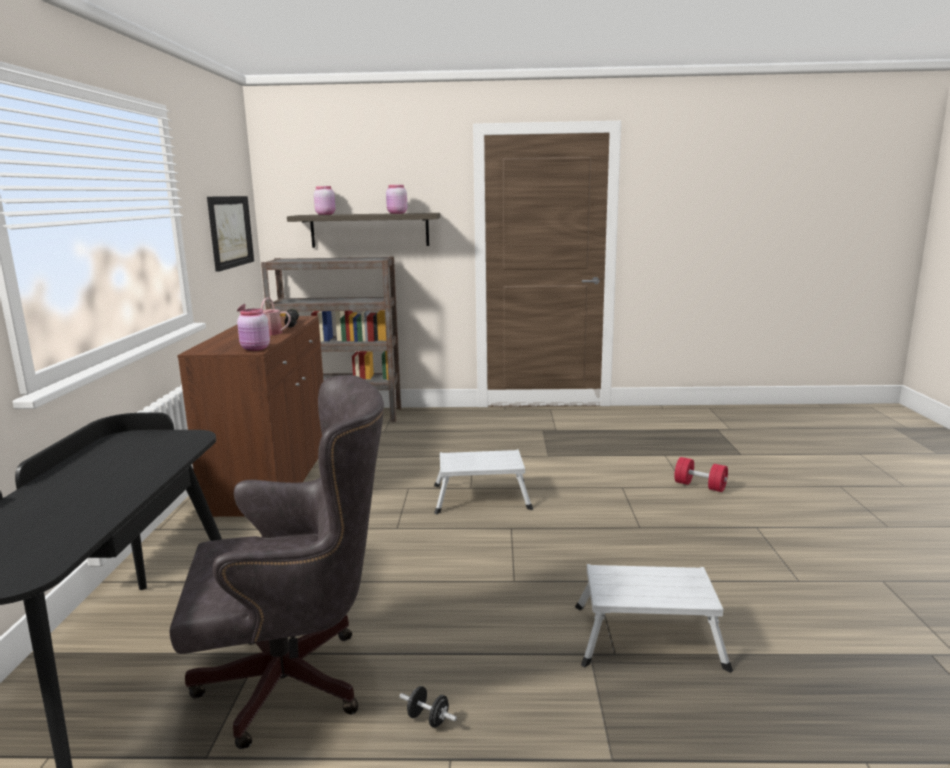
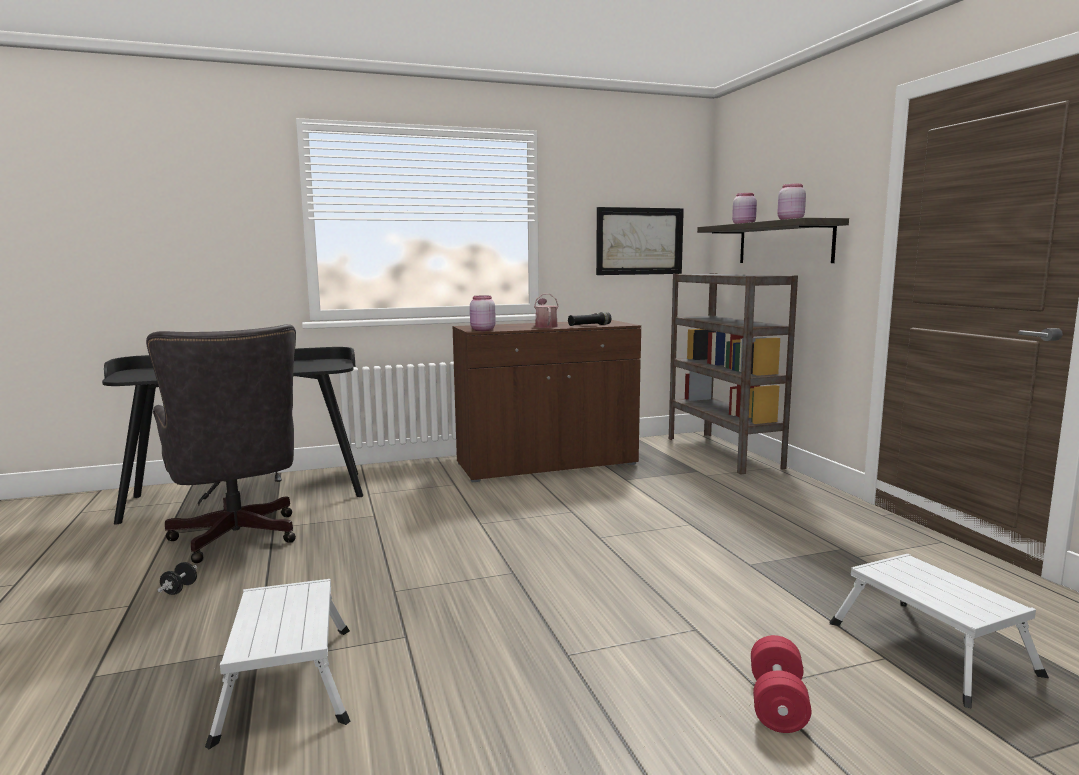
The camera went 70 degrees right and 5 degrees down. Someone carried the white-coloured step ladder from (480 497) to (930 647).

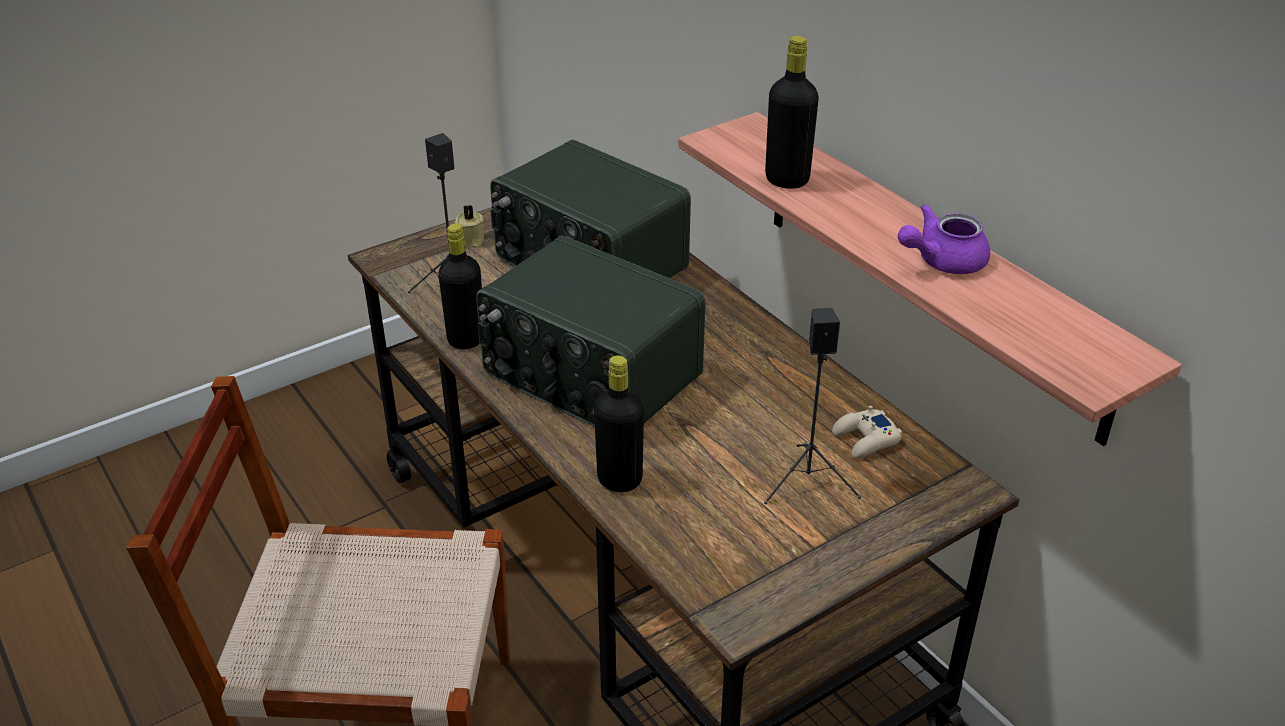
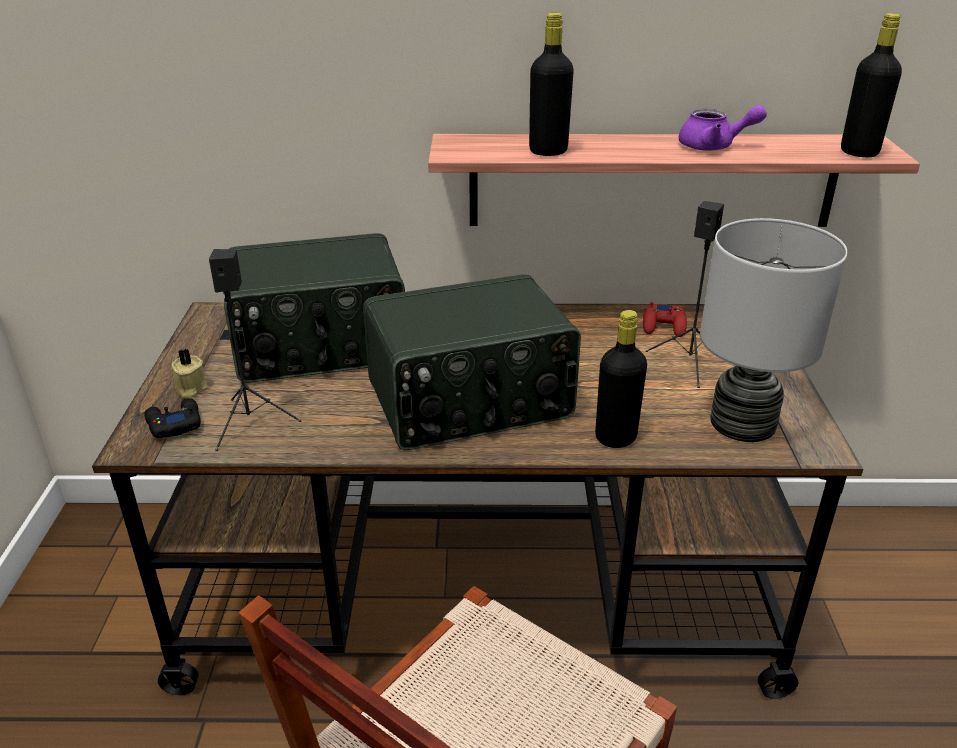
The camera went 55 degrees left and 5 degrees down. Someone carried the black beverage bottle from (466 339) to (859 152). Someone repainted the beige-coloured joypad at (865 440), which became the red joypad at (664 326). Someone rotated the purplish tea pot at (941 261) by 90 degrees counterclockwise. Someone put down the black joypad at (174 424). Someone put down the grey lamp for a table at (743 423).

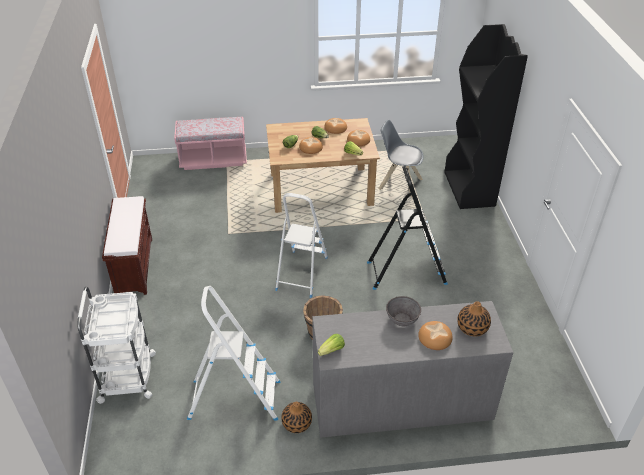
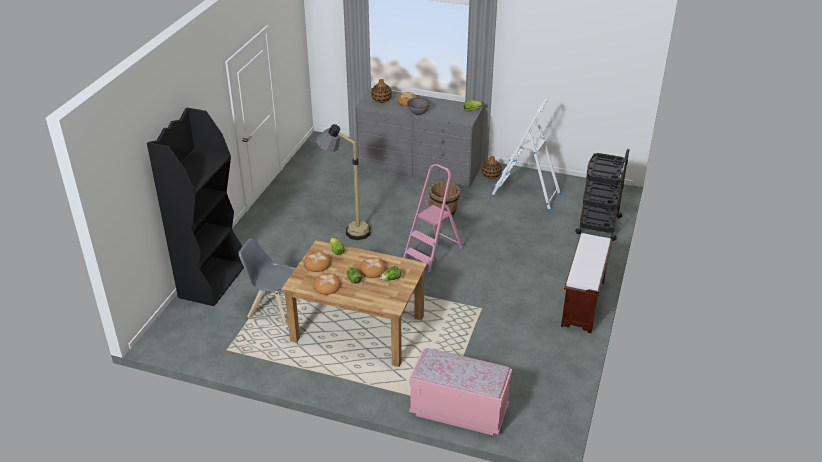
The camera went 155 degrees left and 5 degrees down. Someone repainted the white-coloured cart at (128 377), which became the black cart at (598 225). Someone repainted the white-coloured step ladder at (302 272), which became the pinkish step ladder at (432 255). Someone swapped the black step ladder at (407 273) for the standing lamp at (347 230). Someone rotated the grey chair at (399 184) by 150 degrees clockwise.

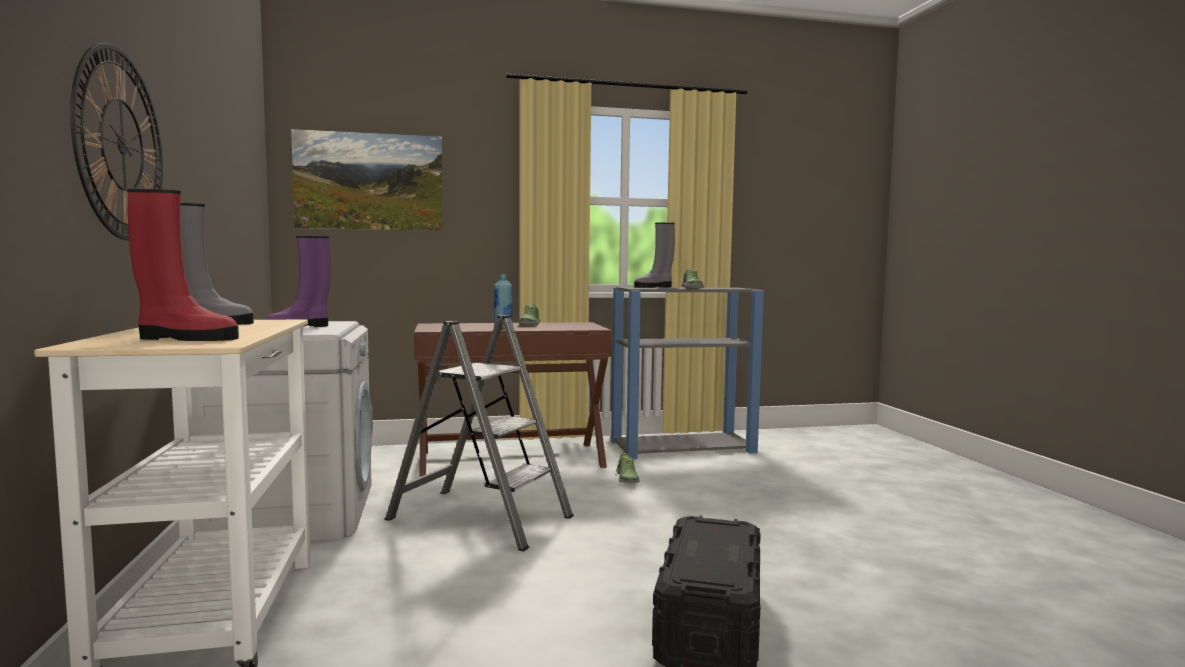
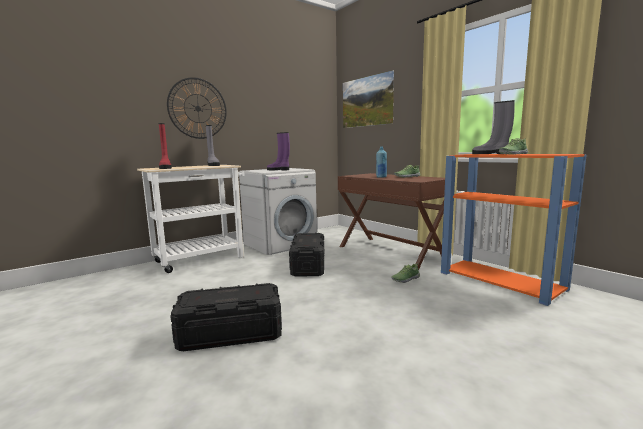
The camera went 65 degrees right and 5 degrees up. Someone swapped the grey step ladder at (478 517) for the black storage bin at (308 265). Someone repainted the grey shelving unit at (683 447), which became the orangey shelving unit at (501 281).

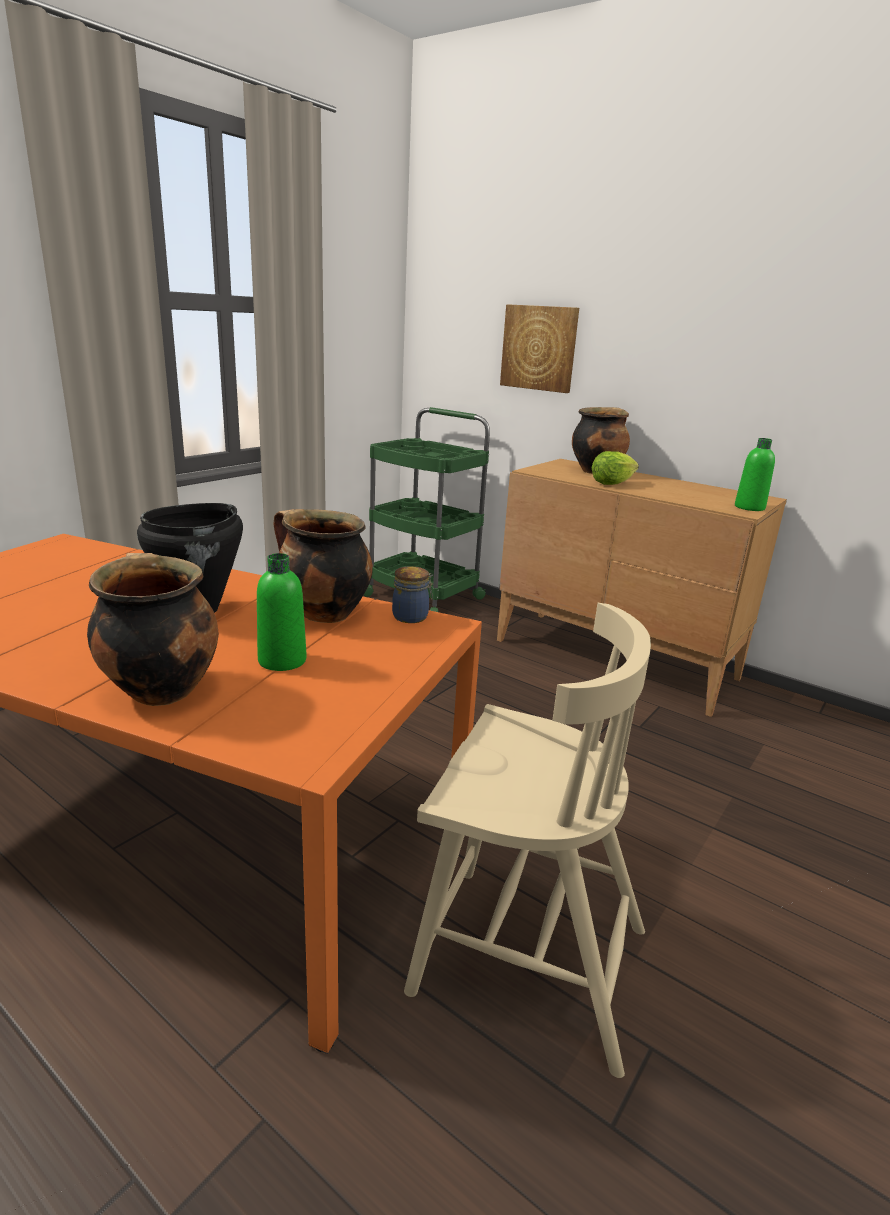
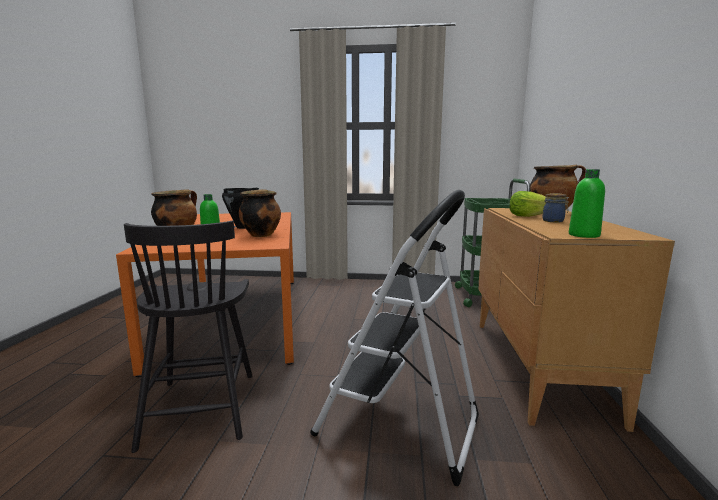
The camera went 60 degrees right and 10 degrees down. Someone carried the jar from (412 617) to (554 221). Someone repainted the beige-coloured chair at (524 957), which became the black chair at (201 405). Someone took away the wall art at (539 348). Someone put down the step ladder at (401 427).

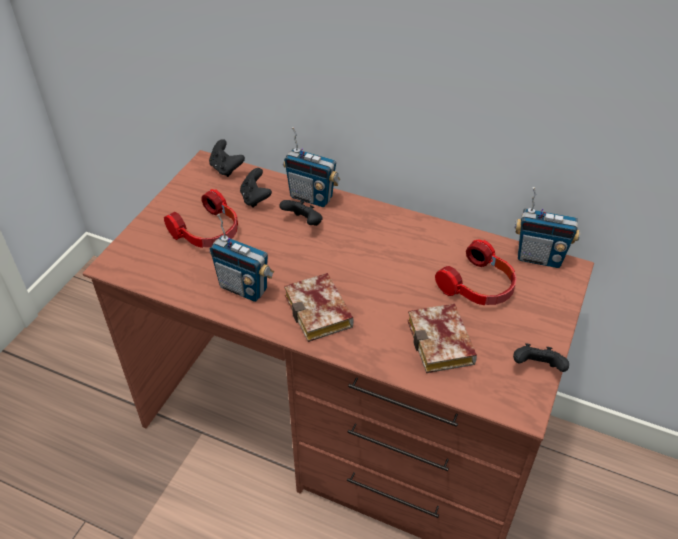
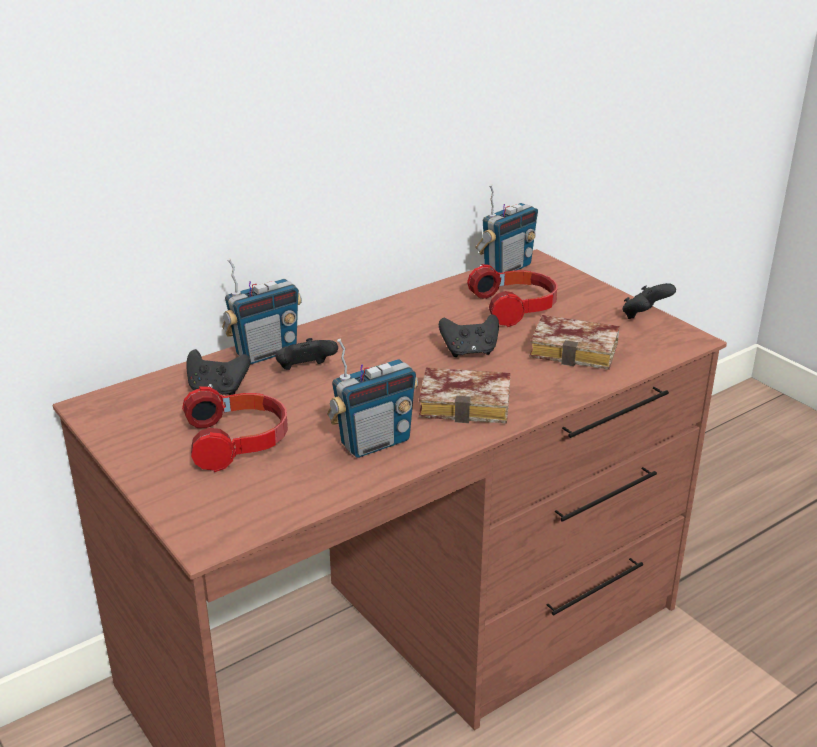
The camera went 60 degrees left and 15 degrees down. Someone carried the black joypad from (226 169) to (469 351).

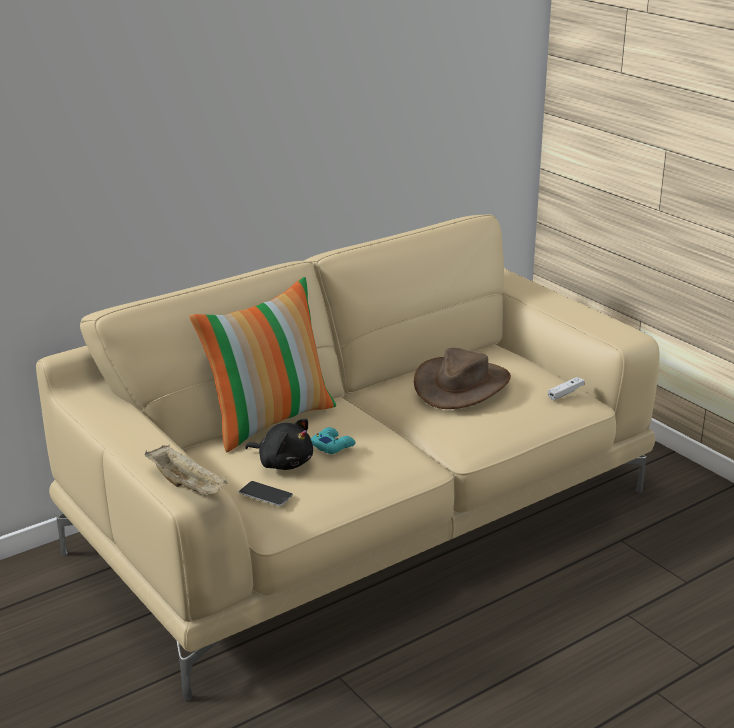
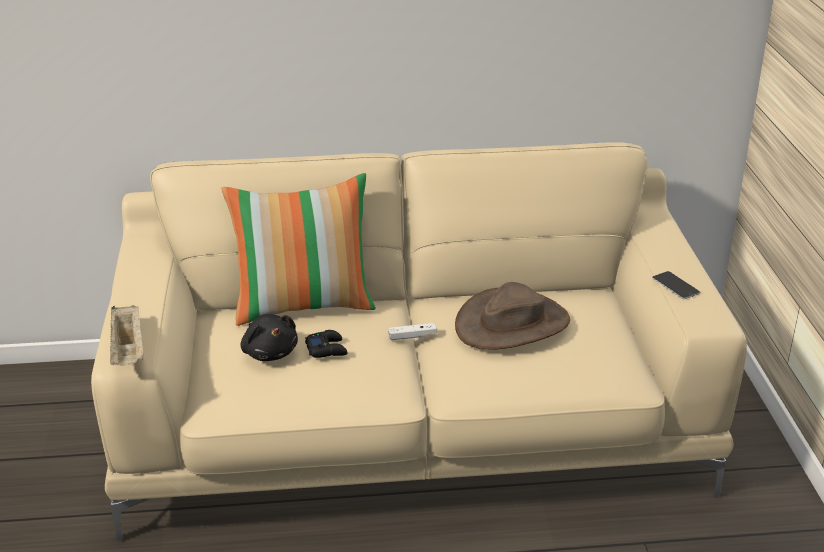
The camera went 30 degrees right and 5 degrees up. Someone carried the handset from (265 494) to (675 285). Someone repainted the blue-green joypad at (332 445), which became the black joypad at (326 349). Someone carried the white-coloured joypad from (565 393) to (412 336).

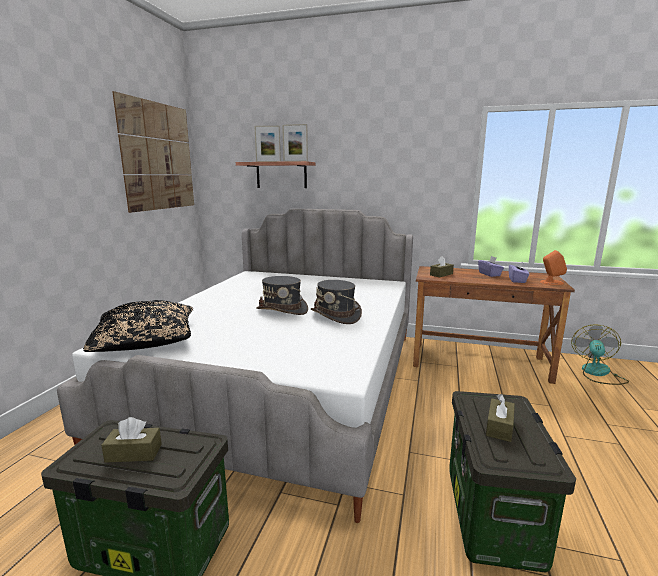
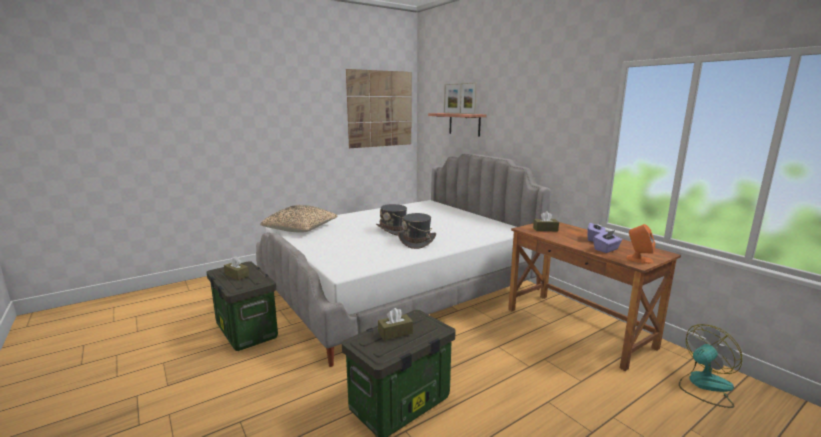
The camera went 40 degrees right and 0 degrees up. Someone repainted the black throw pillow at (146 339), which became the beige-coloured throw pillow at (300 228).

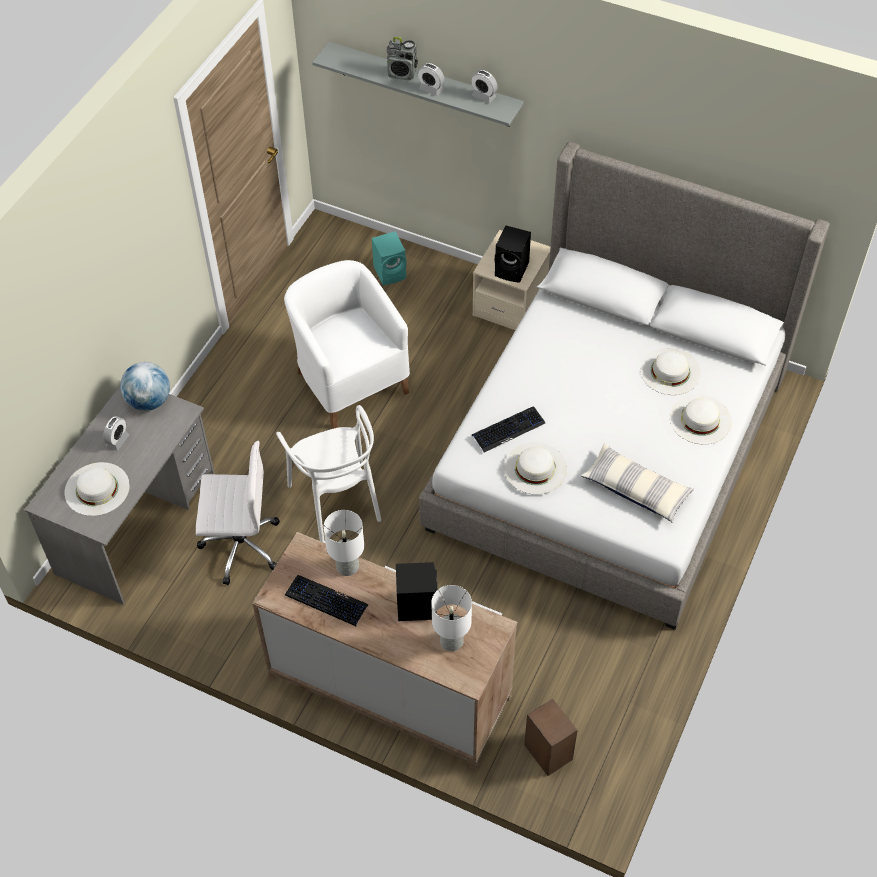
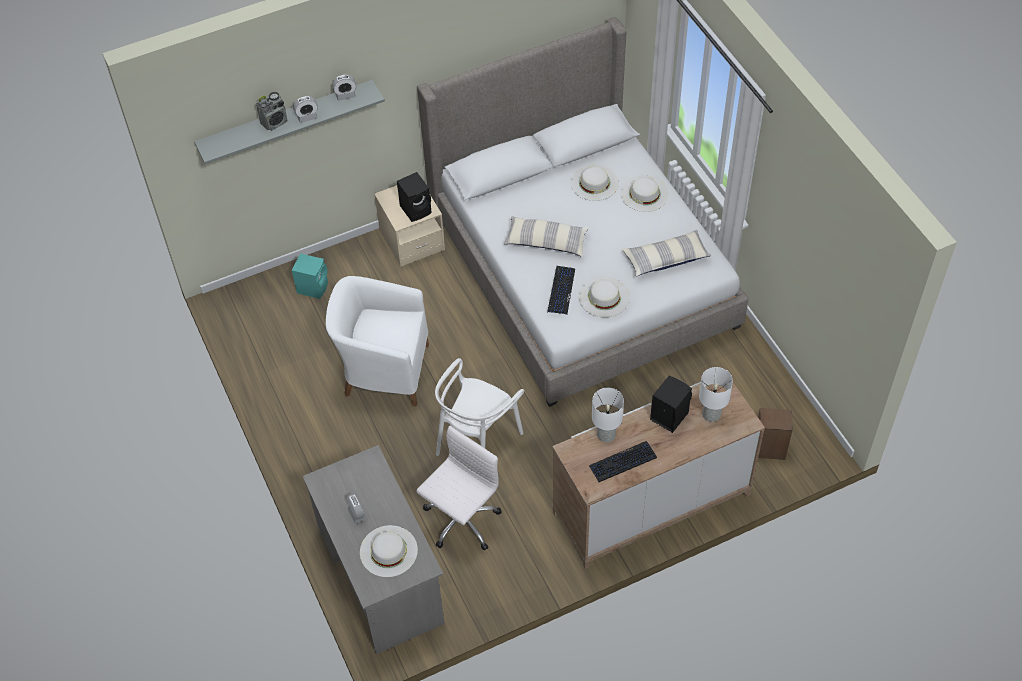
The camera went 50 degrees left and 0 degrees up. Someone took away the desk globe at (149 401). Someone rotated the white-coloured chair at (337 500) by 105 degrees clockwise. Someone put down the throw pillow at (546 242).

